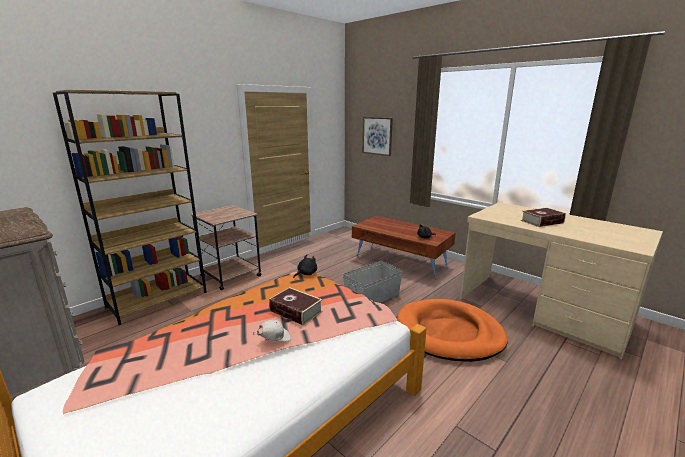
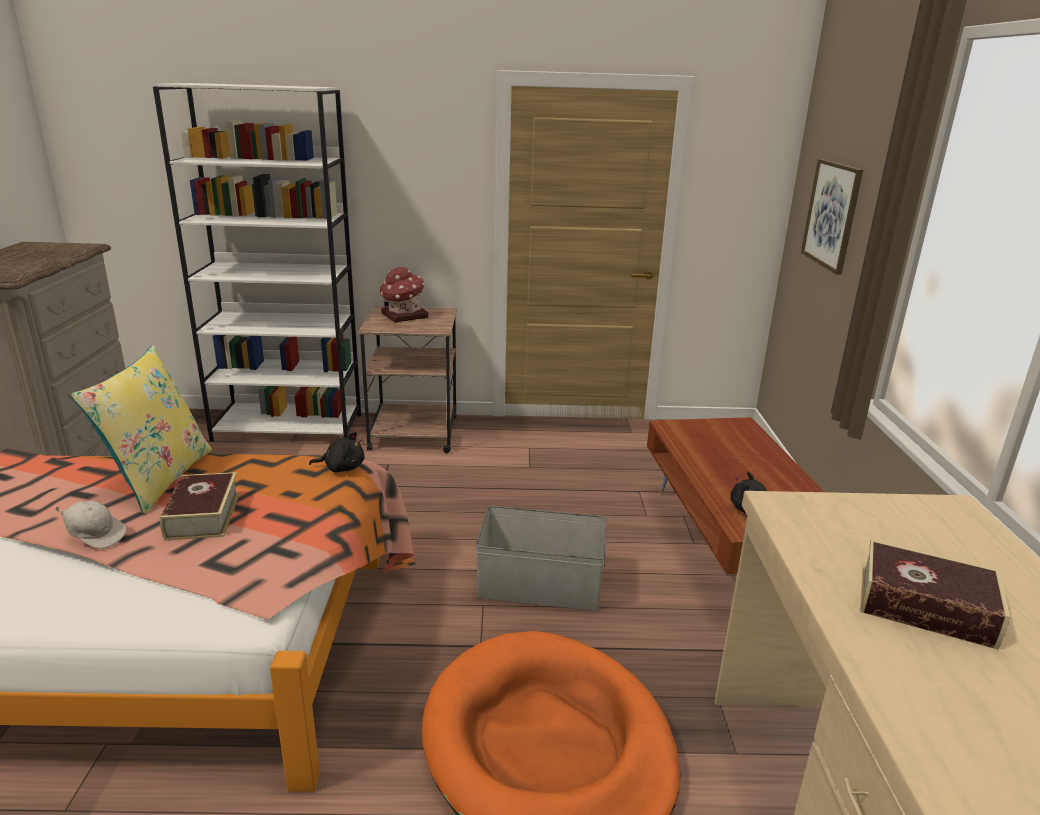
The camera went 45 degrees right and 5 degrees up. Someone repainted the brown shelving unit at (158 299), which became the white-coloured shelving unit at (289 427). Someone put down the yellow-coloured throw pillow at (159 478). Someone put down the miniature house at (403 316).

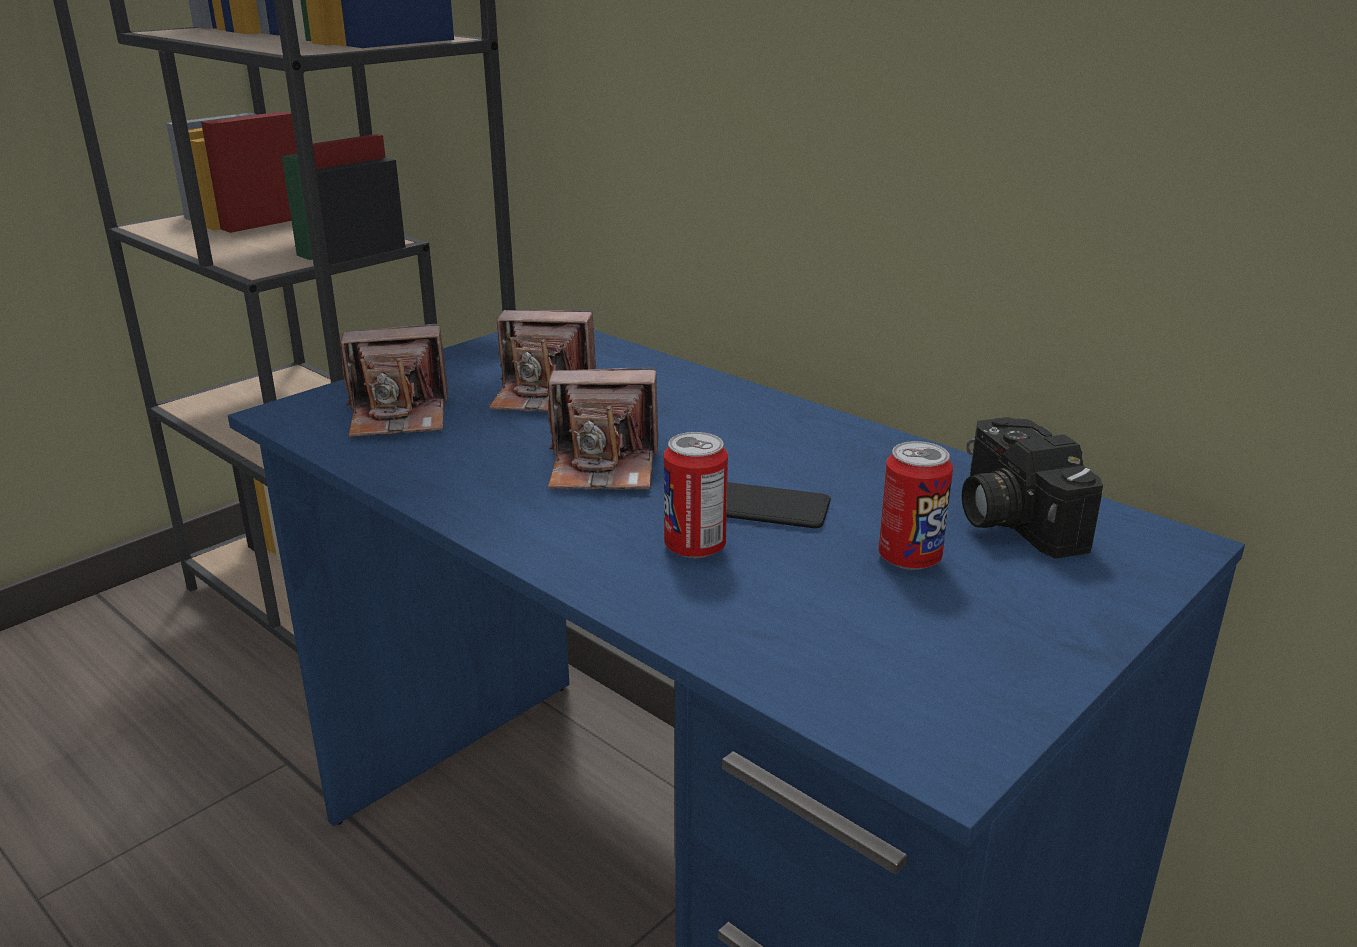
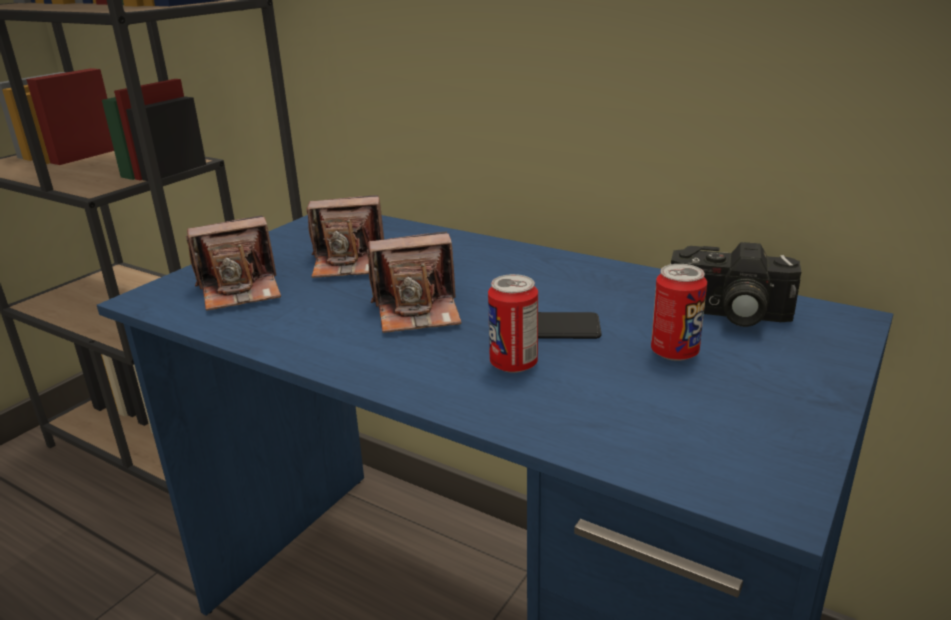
The camera went 10 degrees left and 0 degrees up. Someone rotated the photo camera at (1007 518) by 45 degrees counterclockwise.

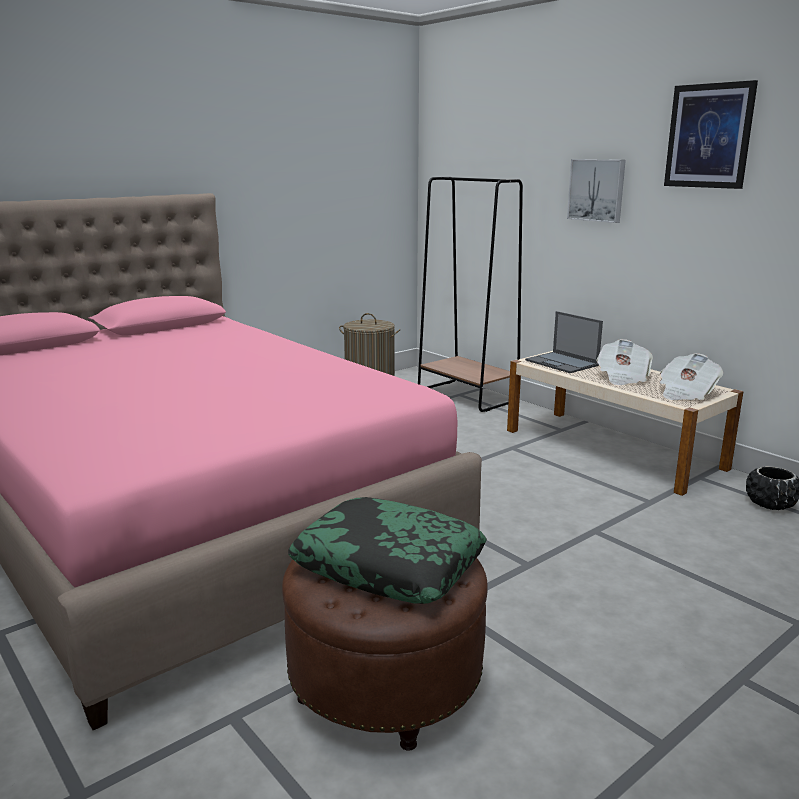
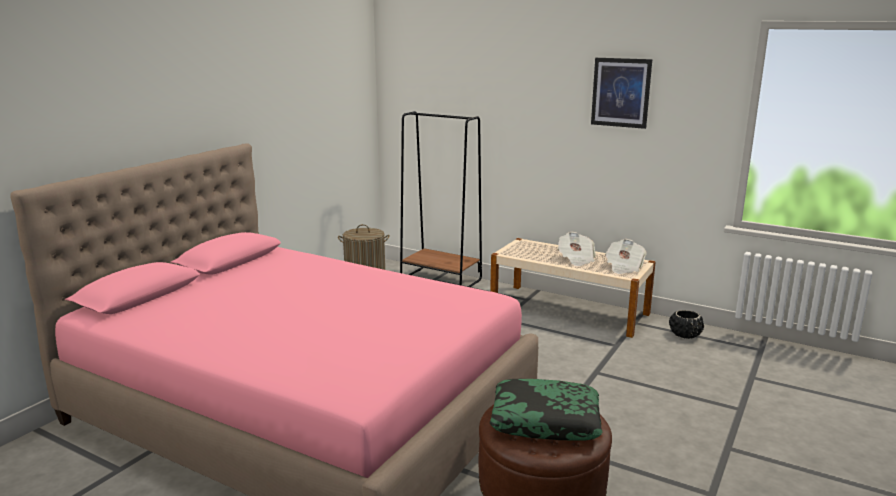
The camera went 20 degrees left and 0 degrees up. Someone took away the notebook computer at (562 363). Someone took away the wall art at (597 190).

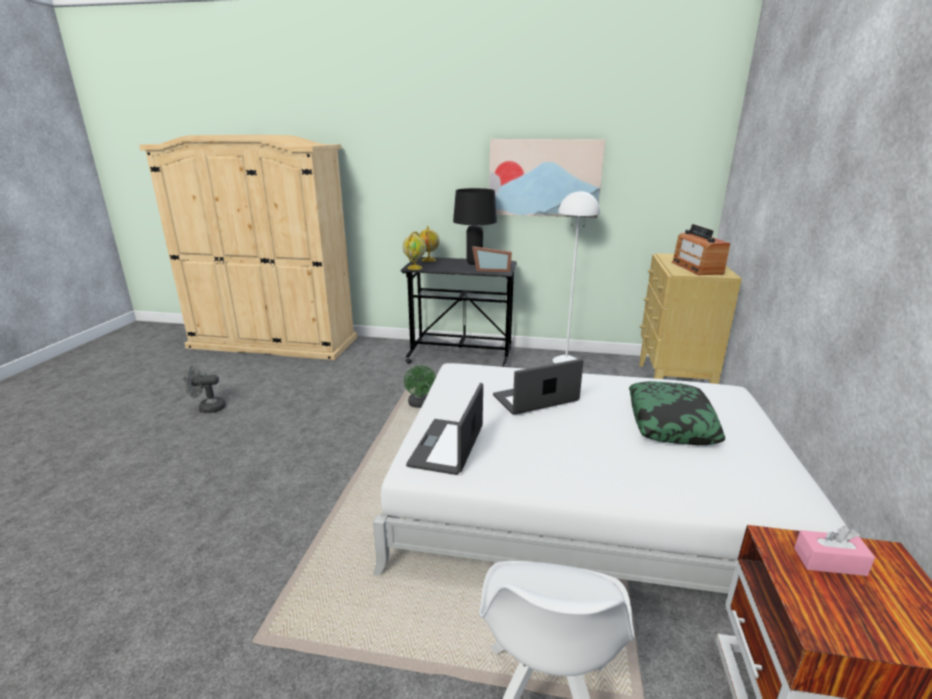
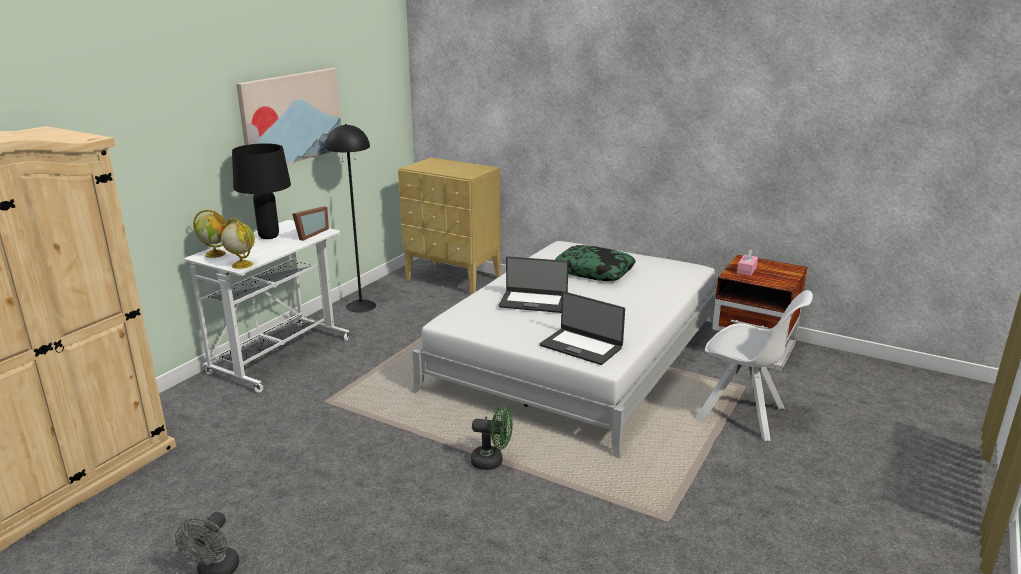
The camera went 70 degrees left and 0 degrees up. Someone repainted the black desk unit at (460 356), which became the white-coloured desk unit at (280 356). Someone carried the green electric fan from (420 404) to (492 461). Someone rotated the notebook computer at (536 399) by 75 degrees counterclockwise. Someone repainted the white-coloured standing lamp at (565 361), which became the black standing lamp at (361 306). Someone took away the radio receiver at (696 268).

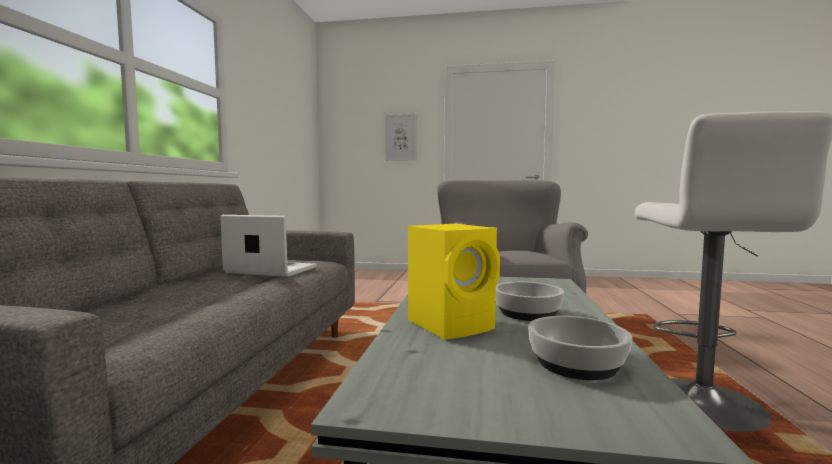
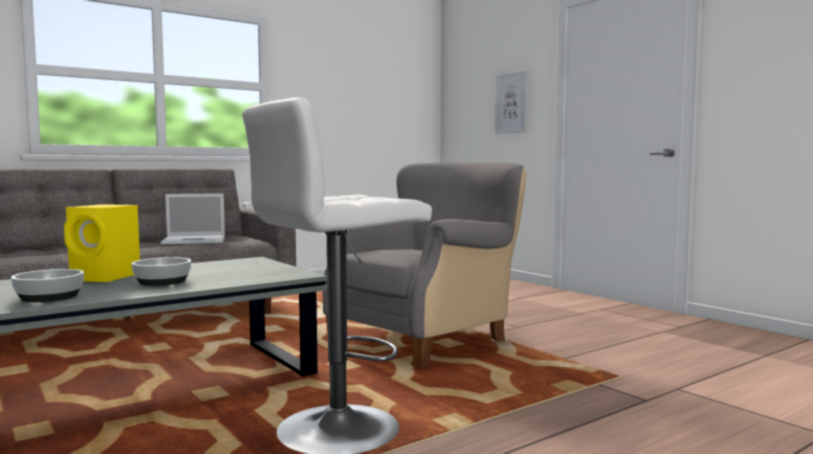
The camera went 45 degrees right and 0 degrees up. Someone rotated the notebook computer at (270 270) by 105 degrees clockwise.

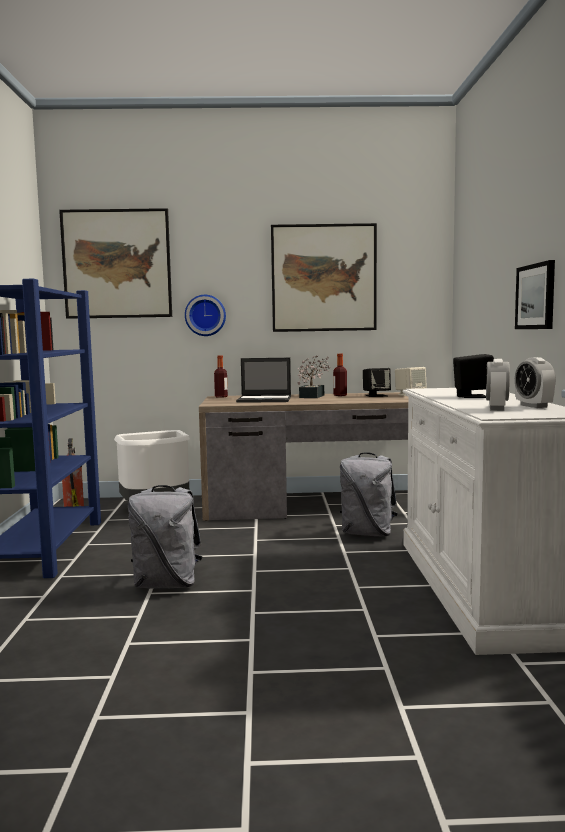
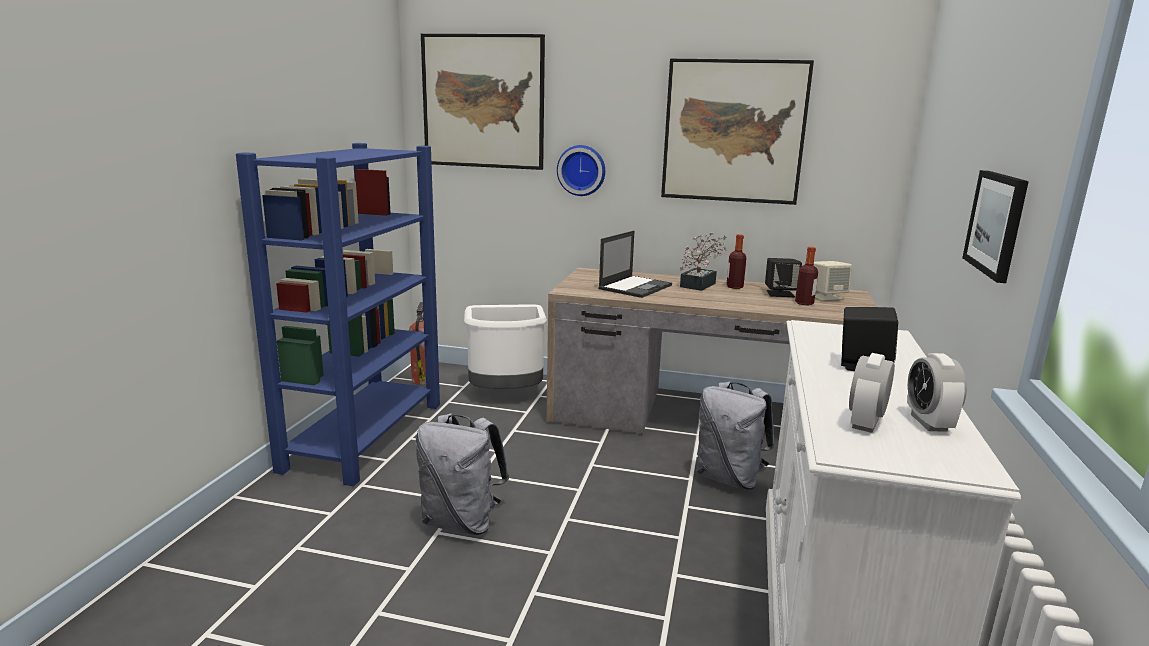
The camera went 15 degrees right and 10 degrees up. Someone carried the beverage bottle from (221 396) to (804 303). Someone rotated the notebook computer at (265 400) by 75 degrees counterclockwise.

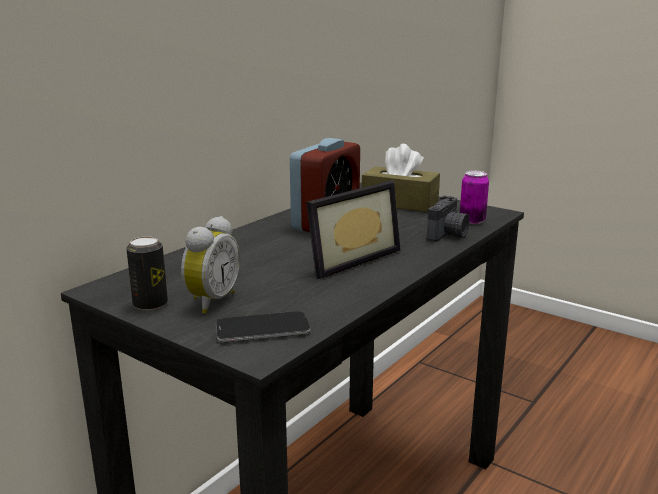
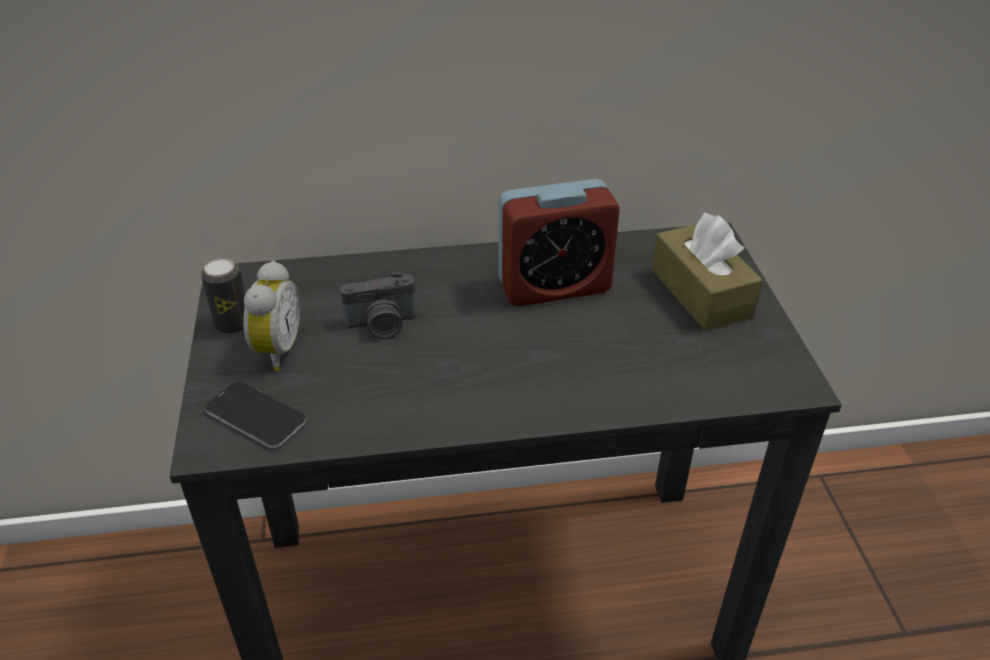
The camera went 45 degrees right and 20 degrees up. Someone rotated the alarm clock at (210 301) by 60 degrees counterclockwise. Someone took away the standing frame at (347 259). Someone carried the photo camera from (448 235) to (382 325). Someone took away the metal can at (472 221).

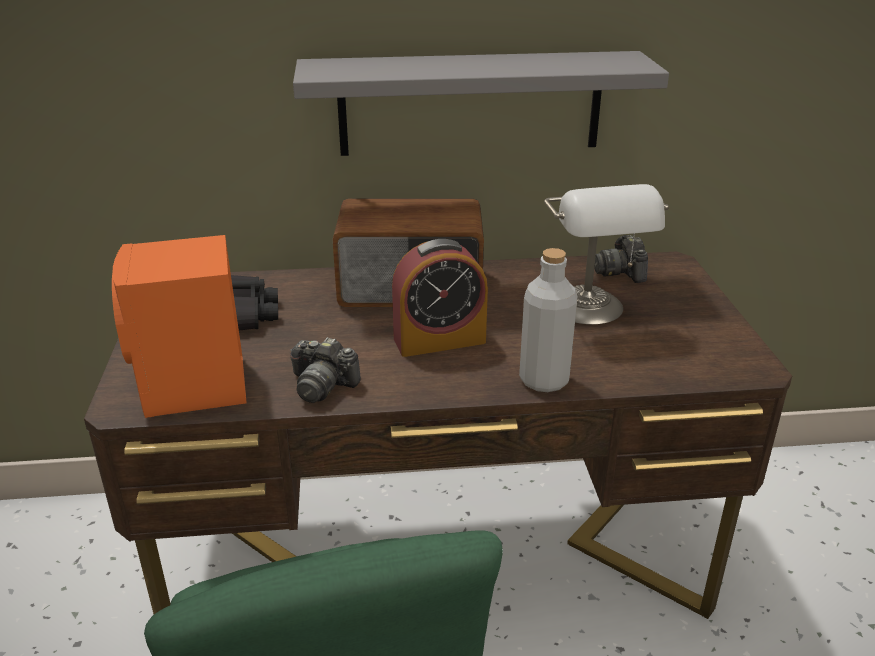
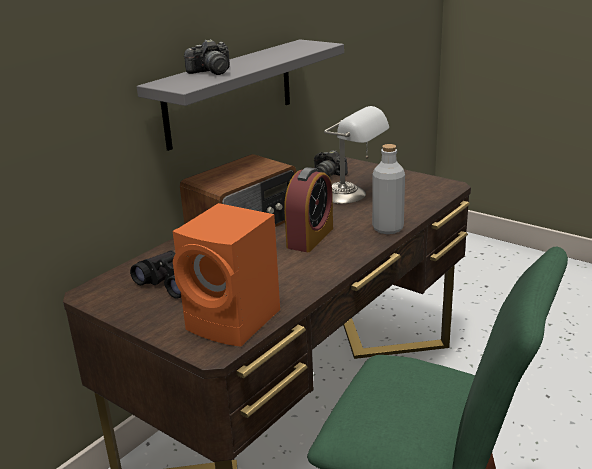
The camera went 45 degrees left and 5 degrees down. Someone carried the photo camera from (322 385) to (211 72).

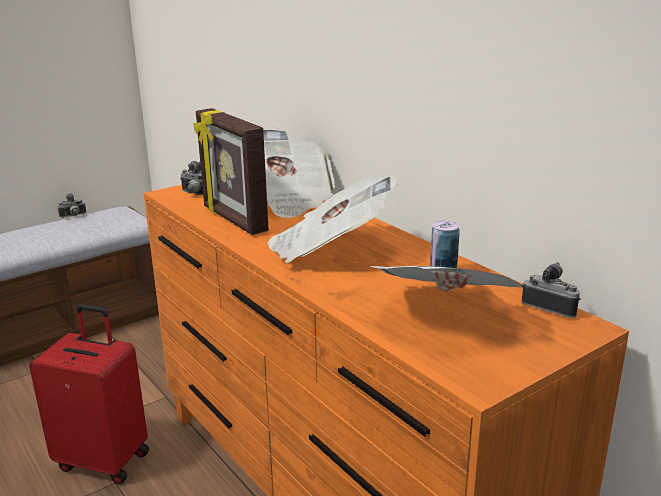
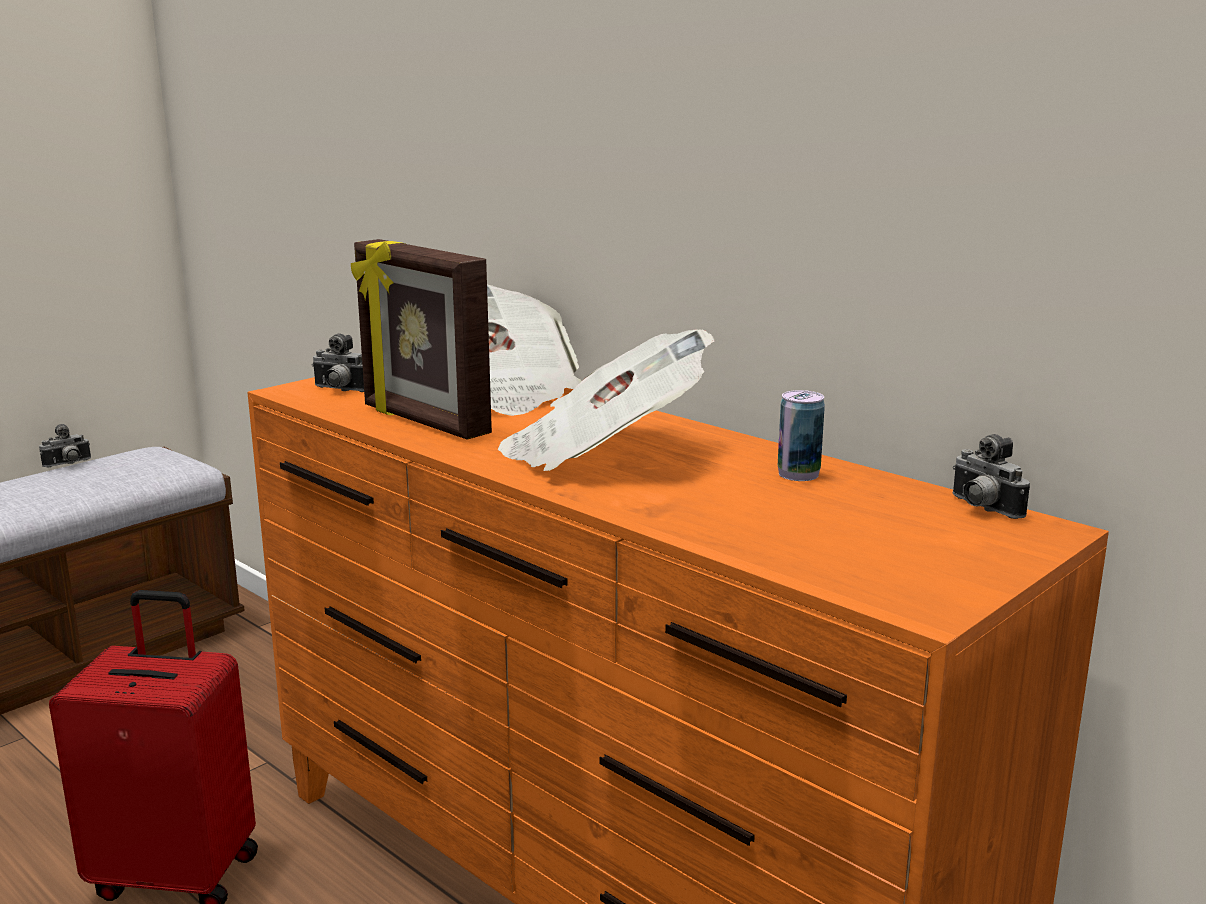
The camera went 10 degrees left and 5 degrees down. Someone took away the newspaper at (446 313). Someone rotated the photo camera at (550 307) by 150 degrees counterclockwise.

